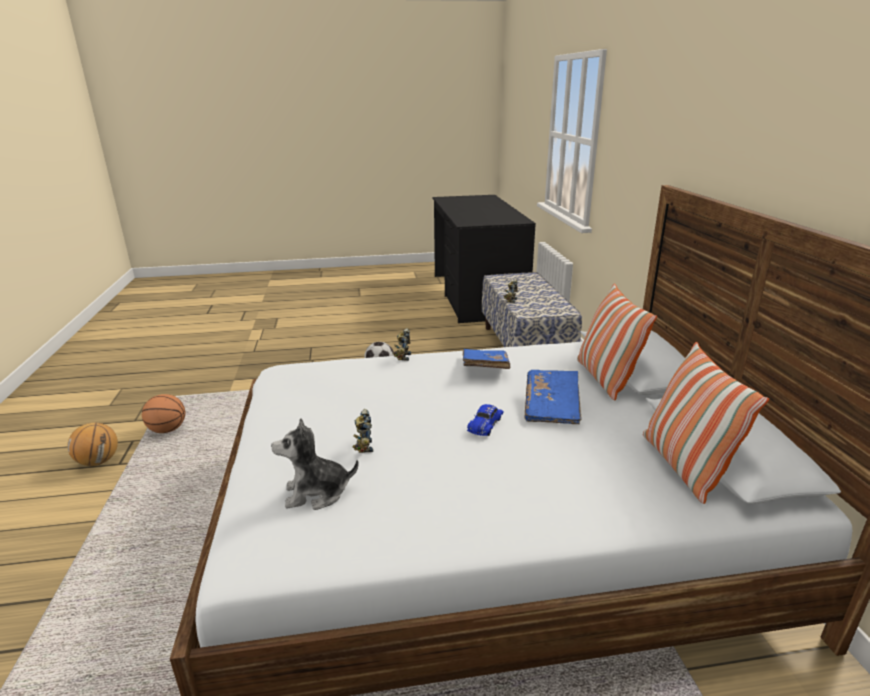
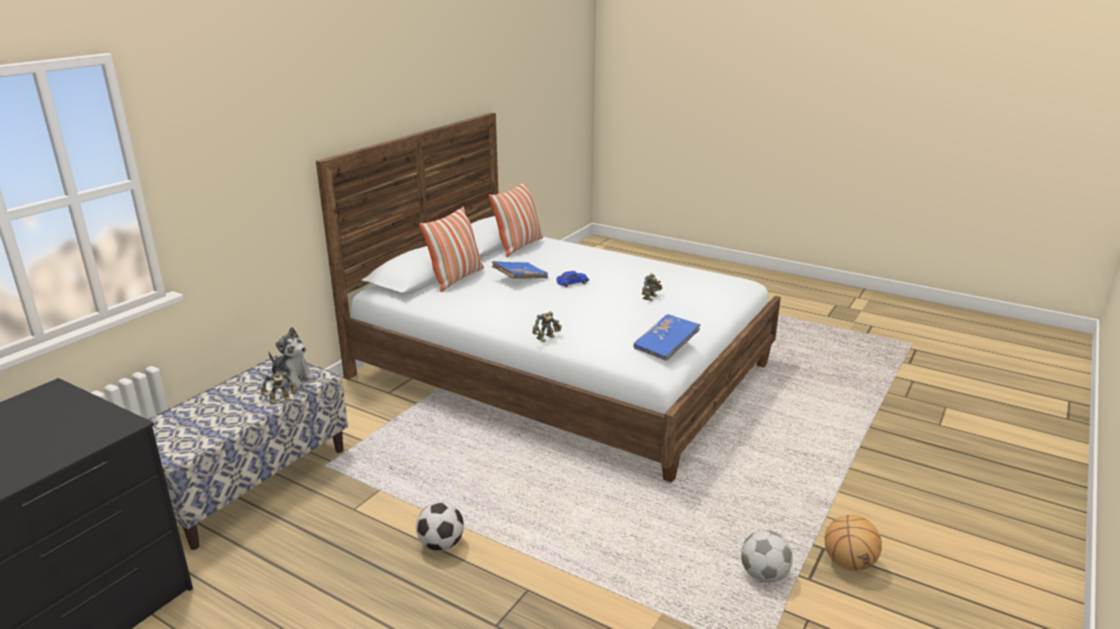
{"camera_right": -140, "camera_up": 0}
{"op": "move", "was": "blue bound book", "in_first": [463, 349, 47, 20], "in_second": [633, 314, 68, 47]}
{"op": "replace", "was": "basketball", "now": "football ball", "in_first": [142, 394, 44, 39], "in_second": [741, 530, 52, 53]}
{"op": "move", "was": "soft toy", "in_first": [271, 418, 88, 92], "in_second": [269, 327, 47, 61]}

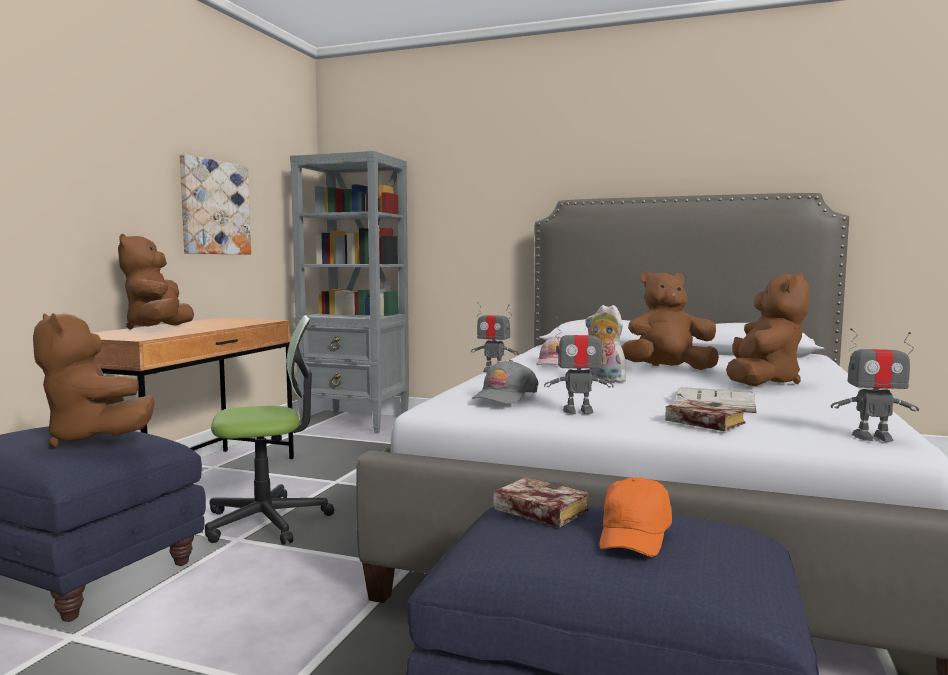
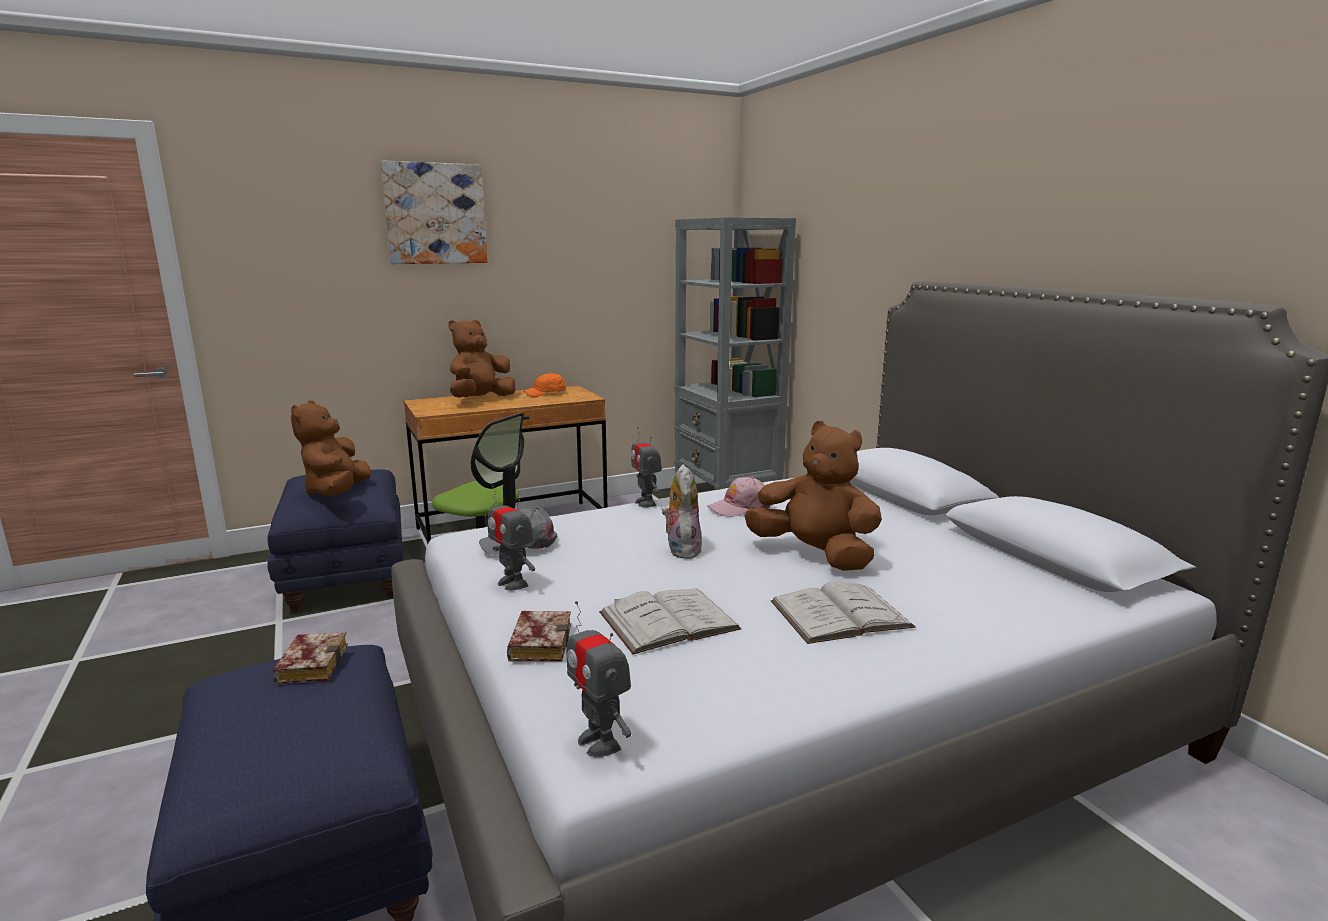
{"camera_right": 45, "camera_up": 10}
{"op": "move", "was": "wall picture", "in_first": [180, 154, 71, 101], "in_second": [380, 161, 108, 103]}
{"op": "replace", "was": "brown soft toy", "now": "white bound book", "in_first": [726, 272, 84, 114], "in_second": [771, 581, 145, 63]}
{"op": "move", "was": "orange peaked cap", "in_first": [599, 477, 73, 80], "in_second": [524, 373, 42, 24]}

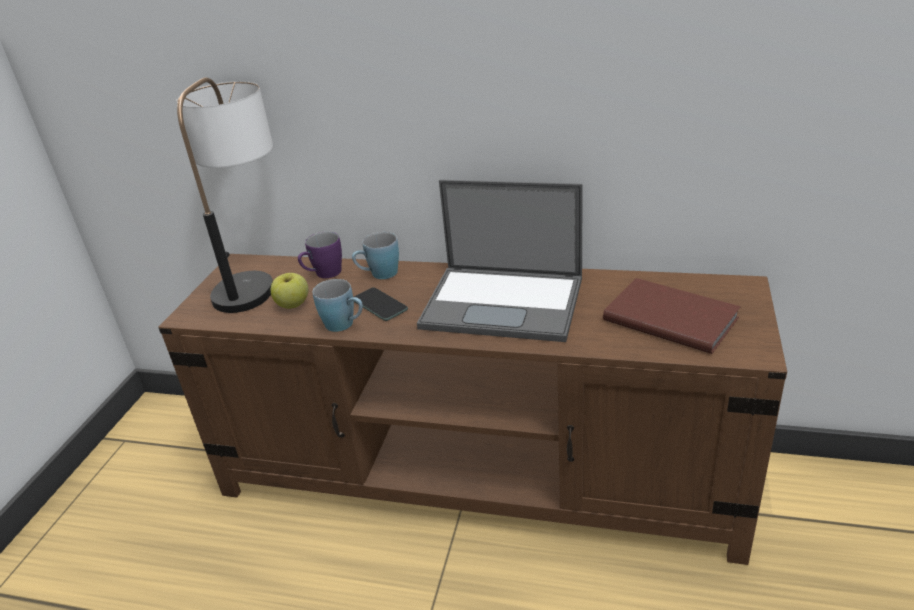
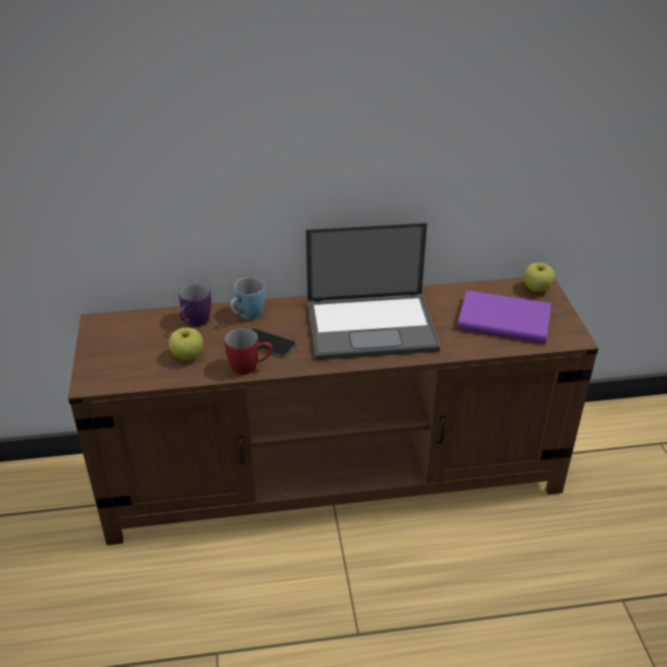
{"camera_right": -25, "camera_up": 5}
{"op": "delete", "was": "tabletop lamp", "in_first": [177, 77, 96, 236]}
{"op": "recolor", "was": "brown bound book", "now": "purple-coloured bound book", "in_first": [603, 278, 138, 76], "in_second": [457, 290, 94, 53]}
{"op": "recolor", "was": "blue tea mug", "now": "red-coloured tea mug", "in_first": [313, 279, 50, 53], "in_second": [224, 328, 48, 46]}
{"op": "insert", "now": "whole apple", "in_second": [524, 262, 31, 30]}

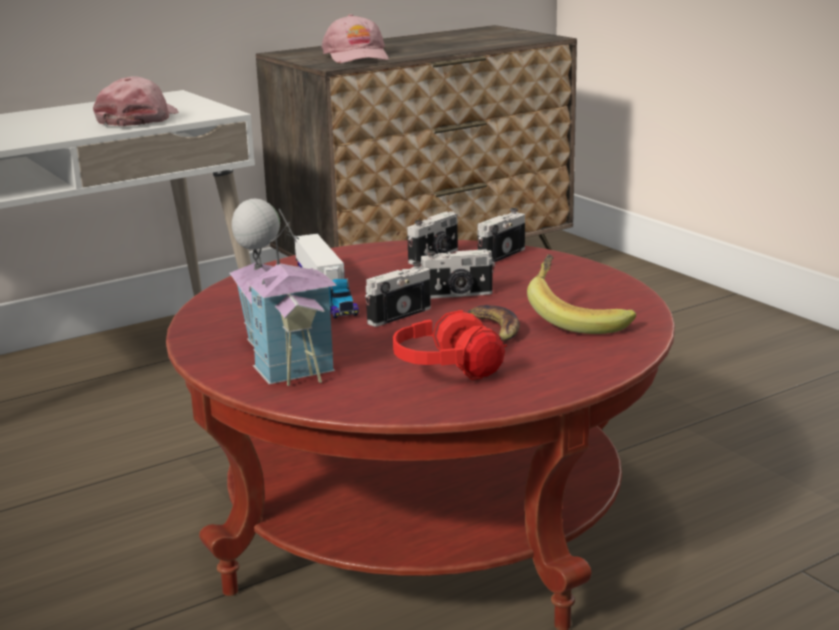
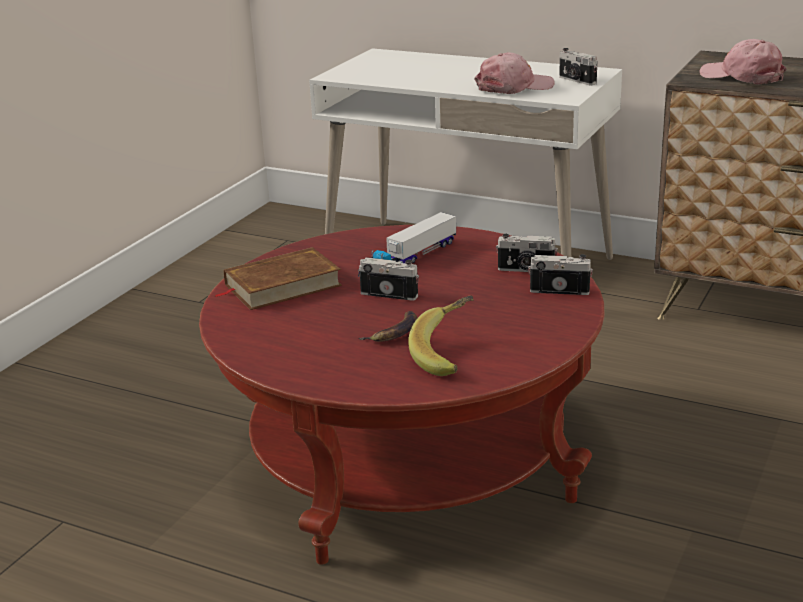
{"camera_right": 60, "camera_up": 5}
{"op": "rotate", "was": "pink-coloured peaked cap", "in_first": [321, 14, 68, 49], "in_second": [700, 39, 87, 46], "clockwise": 90}
{"op": "replace", "was": "model house", "now": "brown bound book", "in_first": [230, 199, 107, 187], "in_second": [215, 247, 127, 63]}
{"op": "move", "was": "photo camera", "in_first": [421, 249, 74, 50], "in_second": [559, 48, 38, 37]}
{"op": "delete", "was": "red-coloured headset", "in_first": [393, 310, 114, 70]}

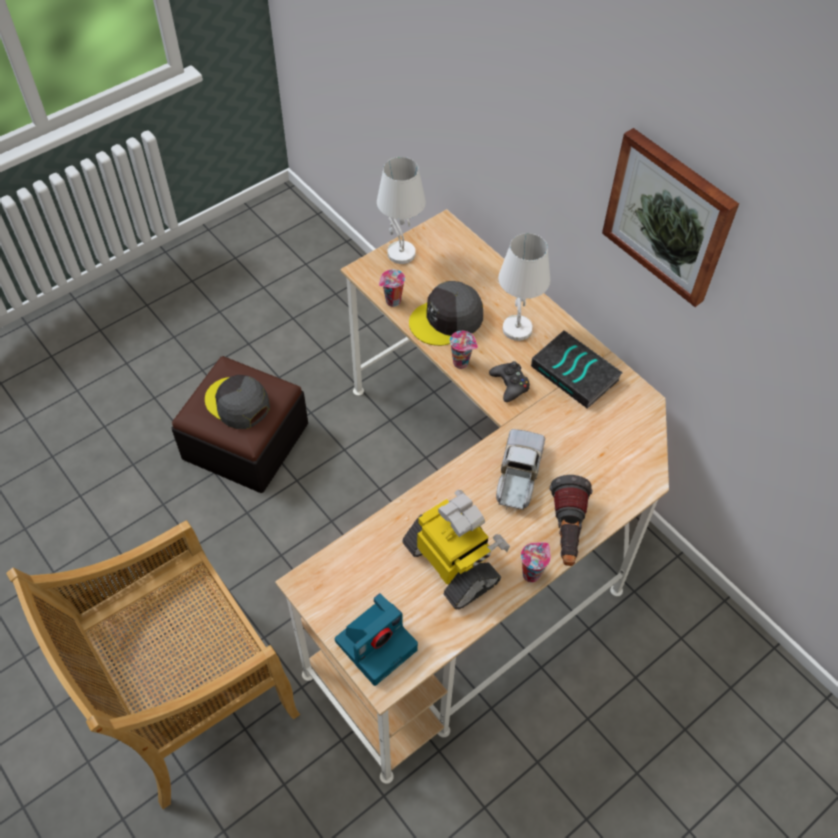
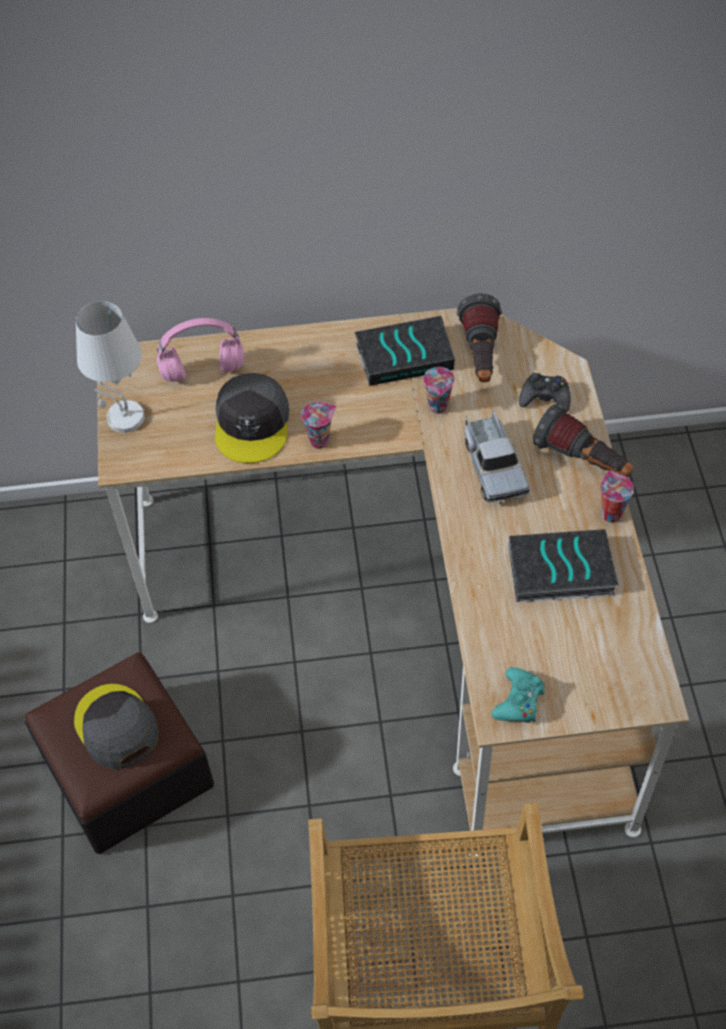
{"camera_right": -55, "camera_up": 0}
{"op": "delete", "was": "wall picture", "in_first": [602, 128, 137, 179]}
{"op": "delete", "was": "white tabletop lamp", "in_first": [498, 233, 53, 108]}
{"op": "move", "was": "small cup", "in_first": [379, 269, 26, 38], "in_second": [423, 367, 32, 47]}
{"op": "move", "was": "black-coloured game controller", "in_first": [489, 361, 41, 41], "in_second": [519, 373, 52, 39]}
{"op": "rotate", "was": "greyish peaked cap", "in_first": [205, 375, 65, 54], "in_second": [74, 684, 85, 86], "clockwise": 75}
{"op": "rotate", "was": "toy lorry", "in_first": [496, 429, 49, 82], "in_second": [464, 411, 66, 93], "clockwise": -150}
{"op": "replace", "was": "toy robot", "now": "bound book", "in_first": [402, 490, 108, 120], "in_second": [508, 529, 111, 73]}
{"op": "delete", "was": "photo camera", "in_first": [335, 593, 83, 93]}
{"op": "insert", "now": "torch", "in_second": [457, 294, 45, 88]}
{"op": "insert", "now": "pink-coloured headset", "in_second": [157, 318, 87, 64]}
{"op": "insert", "now": "turquoise-coloured game controller", "in_second": [492, 667, 53, 56]}

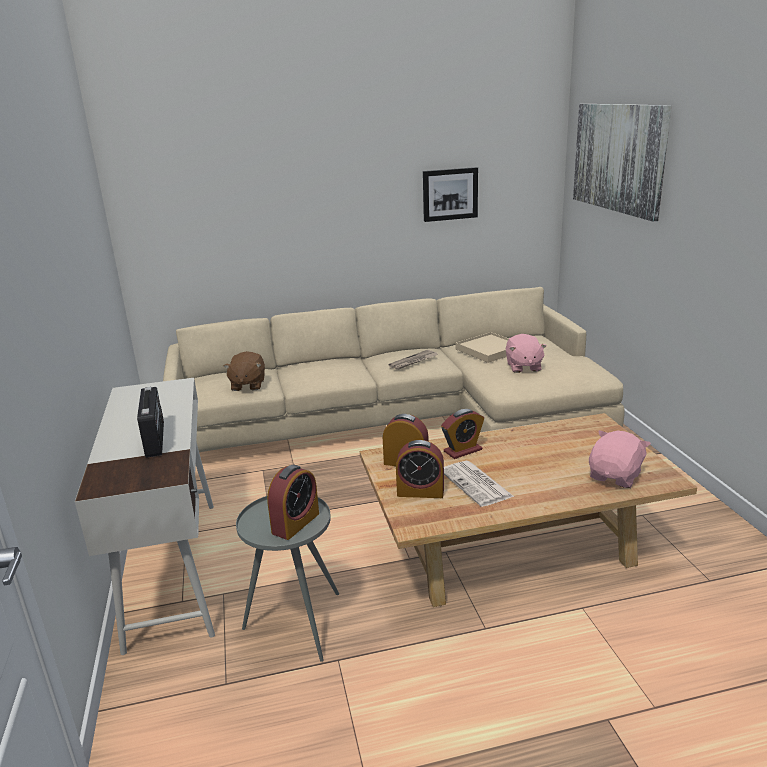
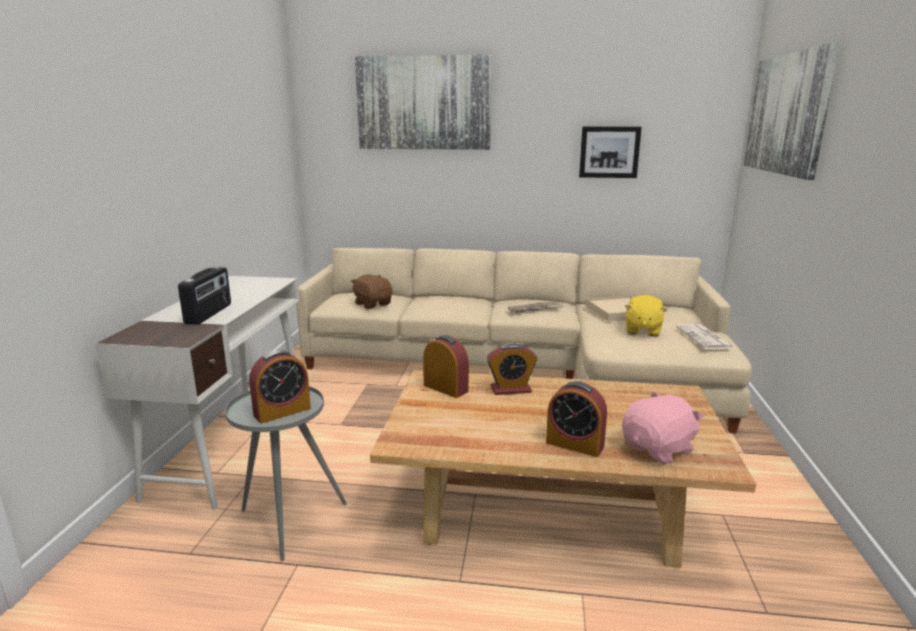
{"camera_right": 20, "camera_up": -5}
{"op": "recolor", "was": "pink-coloured soft toy", "now": "yellowish soft toy", "in_first": [506, 334, 40, 39], "in_second": [625, 295, 42, 42]}
{"op": "rotate", "was": "brown soft toy", "in_first": [224, 351, 41, 40], "in_second": [351, 274, 41, 35], "clockwise": 120}
{"op": "move", "was": "alarm clock", "in_first": [396, 440, 48, 58], "in_second": [546, 381, 61, 76]}
{"op": "move", "was": "printed paper", "in_first": [444, 461, 70, 46], "in_second": [676, 324, 58, 25]}
{"op": "insert", "now": "wall picture", "in_second": [355, 55, 137, 95]}

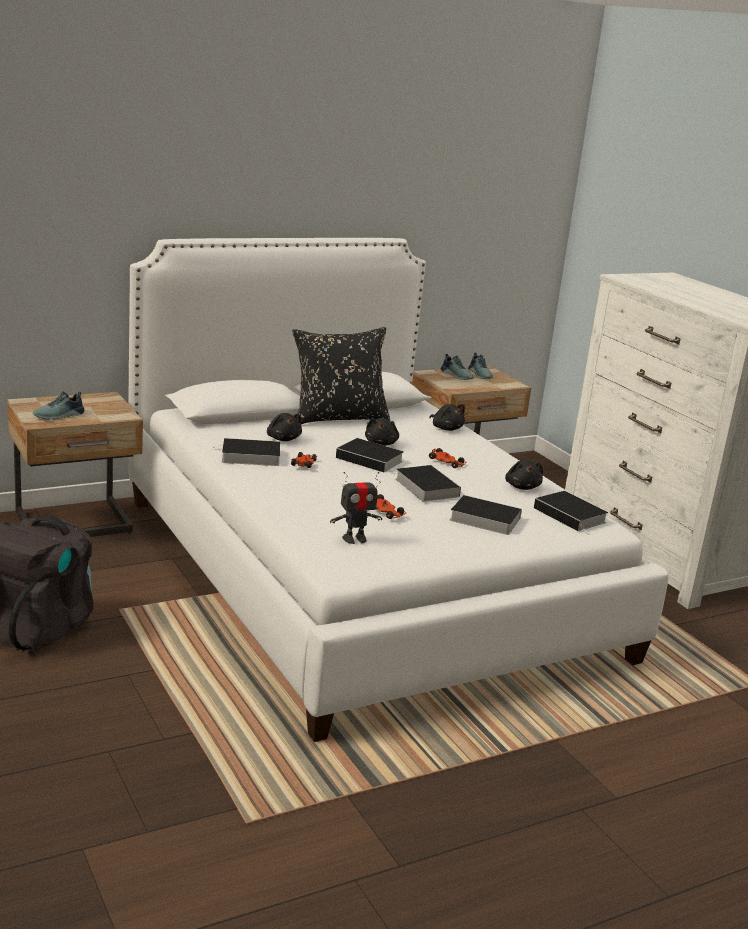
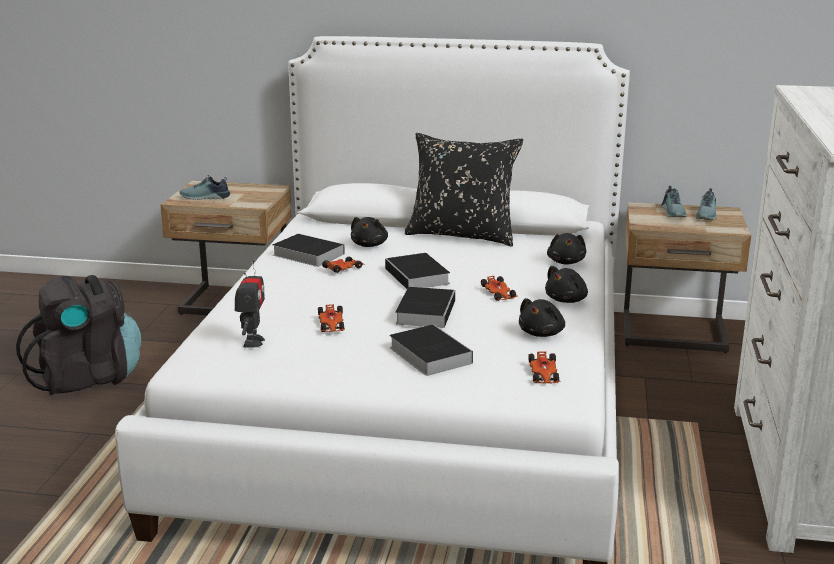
{"camera_right": 40, "camera_up": 0}
{"op": "move", "was": "black-coloured soft toy", "in_first": [365, 418, 34, 28], "in_second": [545, 266, 43, 37]}
{"op": "rotate", "was": "toy robot", "in_first": [330, 472, 52, 72], "in_second": [235, 260, 30, 88], "clockwise": -105}
{"op": "replace", "was": "bound book", "now": "toy car", "in_first": [534, 491, 74, 44], "in_second": [528, 352, 32, 32]}

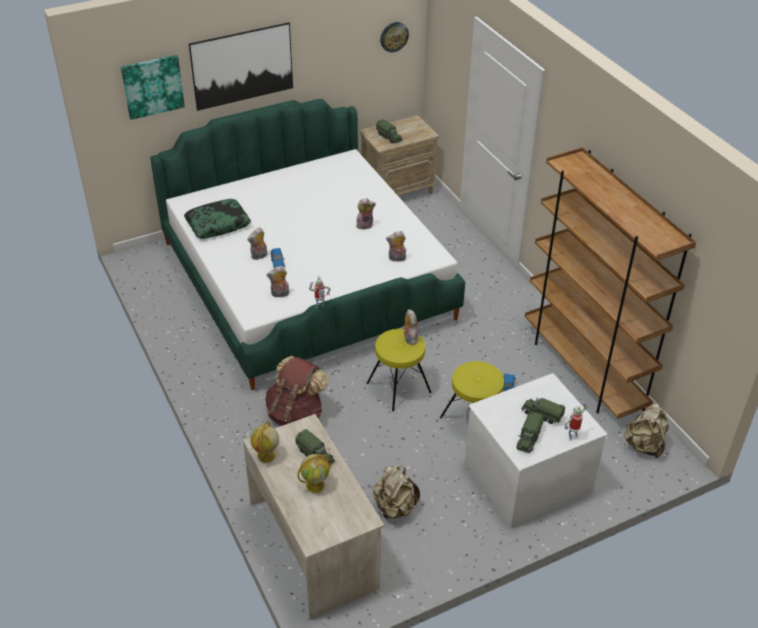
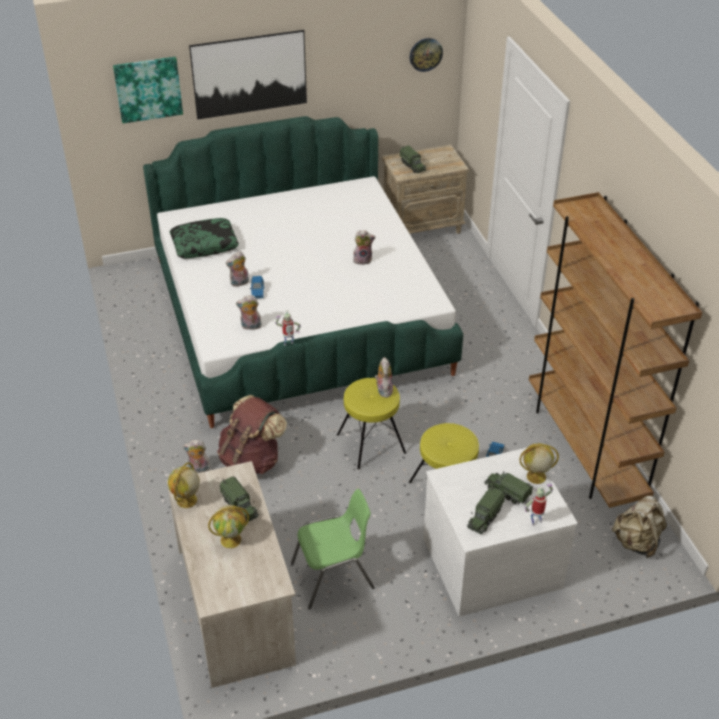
{"camera_right": 10, "camera_up": 0}
{"op": "move", "was": "soft toy", "in_first": [386, 231, 20, 31], "in_second": [183, 440, 27, 33]}
{"op": "replace", "was": "beige rucksack", "now": "green upright chair", "in_first": [373, 465, 47, 54], "in_second": [291, 489, 84, 120]}
{"op": "insert", "now": "world globe", "in_second": [520, 443, 39, 41]}

